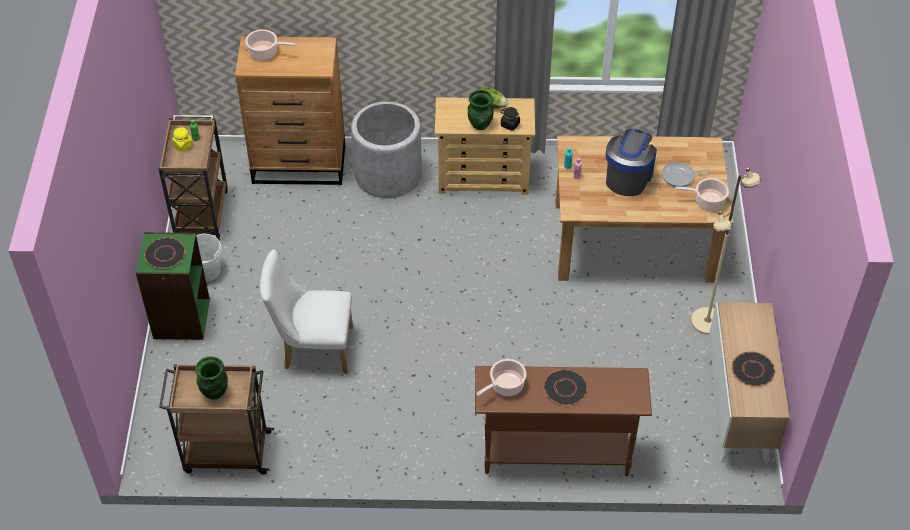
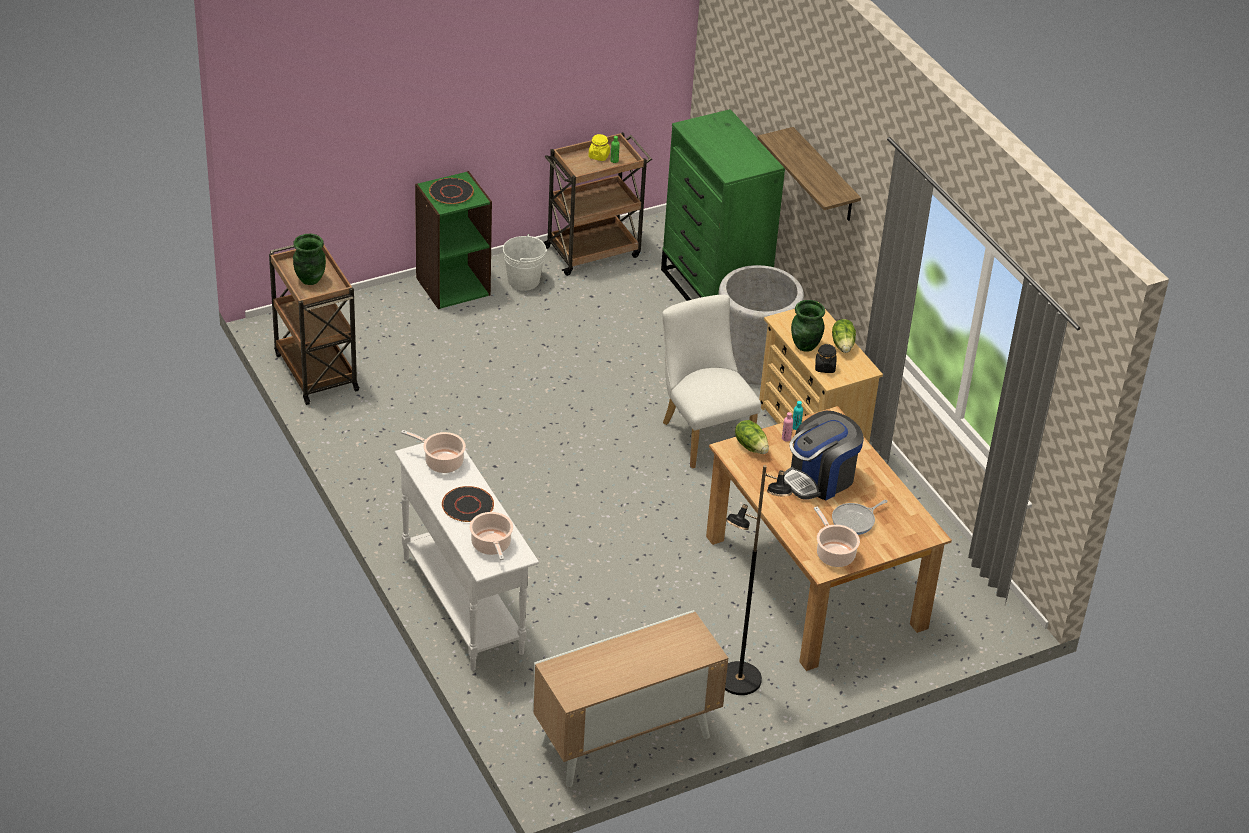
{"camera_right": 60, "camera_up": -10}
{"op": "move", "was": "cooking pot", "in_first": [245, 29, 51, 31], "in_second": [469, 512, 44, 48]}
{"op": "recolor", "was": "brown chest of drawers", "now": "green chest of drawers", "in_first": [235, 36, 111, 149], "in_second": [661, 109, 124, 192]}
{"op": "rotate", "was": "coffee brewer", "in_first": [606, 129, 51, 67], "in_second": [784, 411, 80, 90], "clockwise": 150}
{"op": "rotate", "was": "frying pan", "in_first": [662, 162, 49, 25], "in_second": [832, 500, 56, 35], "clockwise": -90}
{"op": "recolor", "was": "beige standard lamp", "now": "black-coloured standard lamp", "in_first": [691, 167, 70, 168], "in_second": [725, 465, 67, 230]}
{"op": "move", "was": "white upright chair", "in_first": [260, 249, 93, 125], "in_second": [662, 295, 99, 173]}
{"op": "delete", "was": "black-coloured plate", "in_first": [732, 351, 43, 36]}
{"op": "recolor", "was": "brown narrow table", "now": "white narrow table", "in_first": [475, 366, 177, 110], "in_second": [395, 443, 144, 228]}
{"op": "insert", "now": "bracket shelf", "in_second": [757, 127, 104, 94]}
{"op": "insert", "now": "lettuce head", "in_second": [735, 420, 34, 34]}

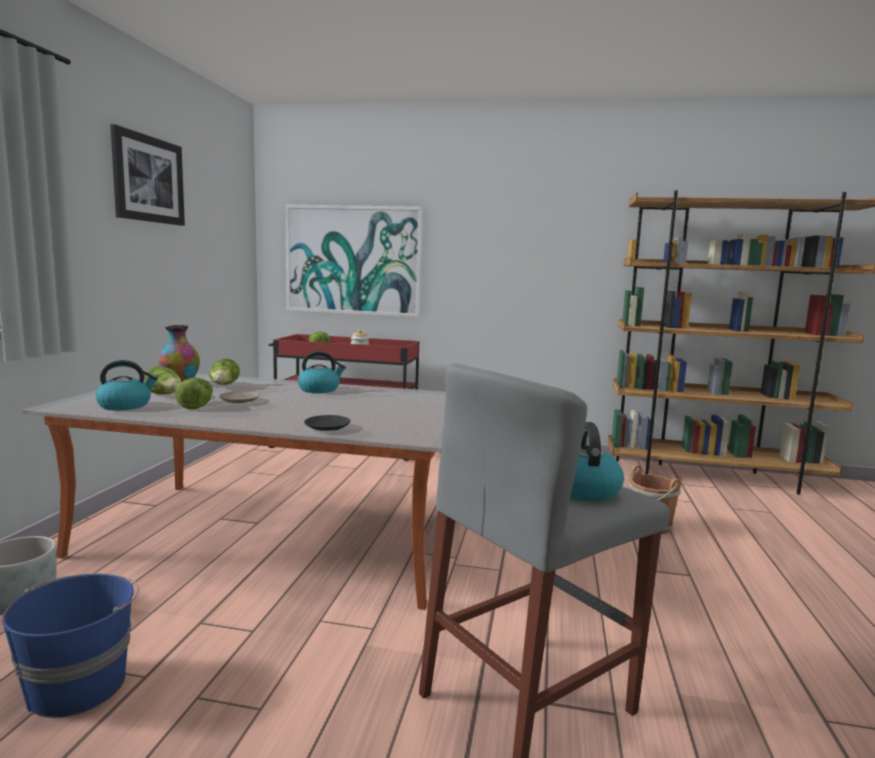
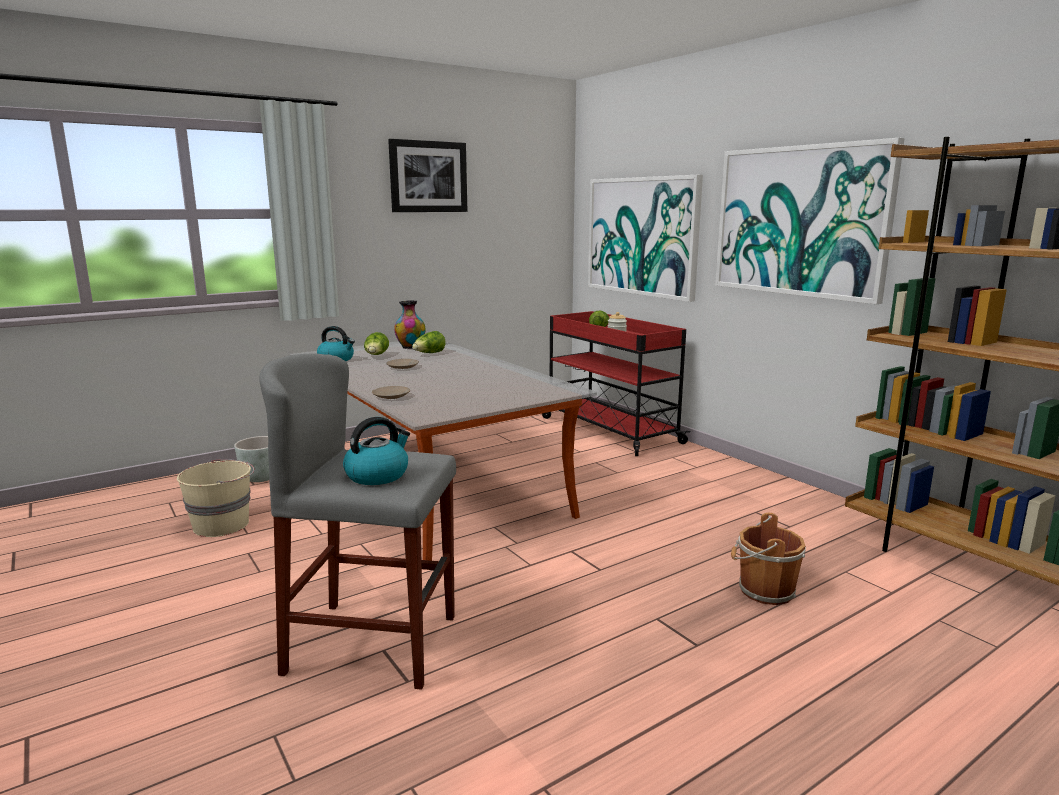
{"camera_right": 45, "camera_up": 5}
{"op": "delete", "was": "kettle", "in_first": [298, 351, 48, 42]}
{"op": "delete", "was": "lettuce head", "in_first": [175, 377, 38, 33]}
{"op": "recolor", "was": "black-coloured plate", "now": "beige plate", "in_first": [304, 415, 47, 16], "in_second": [372, 386, 38, 13]}
{"op": "recolor", "was": "blue bucket", "now": "beige bucket", "in_first": [2, 573, 137, 145], "in_second": [177, 459, 77, 78]}
{"op": "insert", "now": "wall picture", "in_second": [715, 138, 190, 166]}

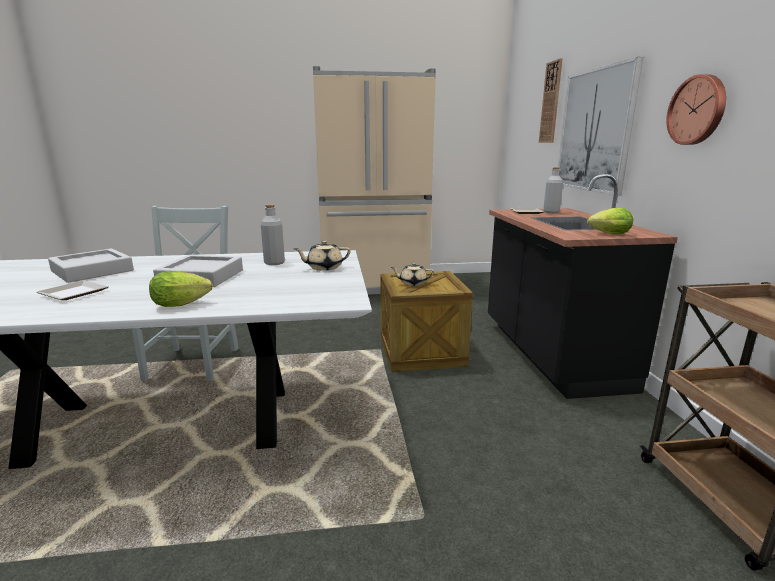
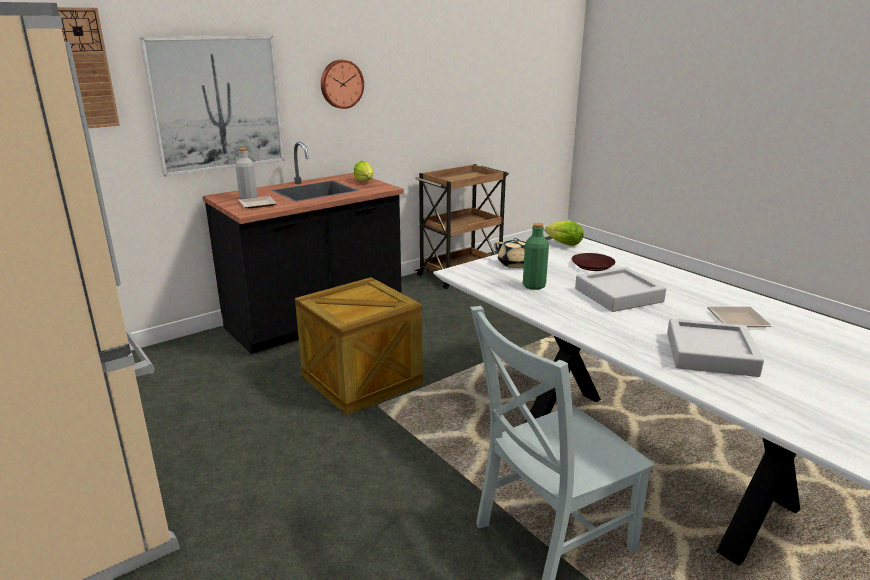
{"camera_right": -120, "camera_up": 5}
{"op": "recolor", "was": "greyish bottle", "now": "green bottle", "in_first": [261, 204, 24, 61], "in_second": [523, 223, 26, 67]}
{"op": "delete", "was": "beige tea pot", "in_first": [391, 263, 43, 23]}
{"op": "move", "was": "lettuce head", "in_first": [149, 271, 64, 36], "in_second": [545, 220, 38, 26]}
{"op": "insert", "now": "brown plate", "in_second": [572, 253, 44, 18]}

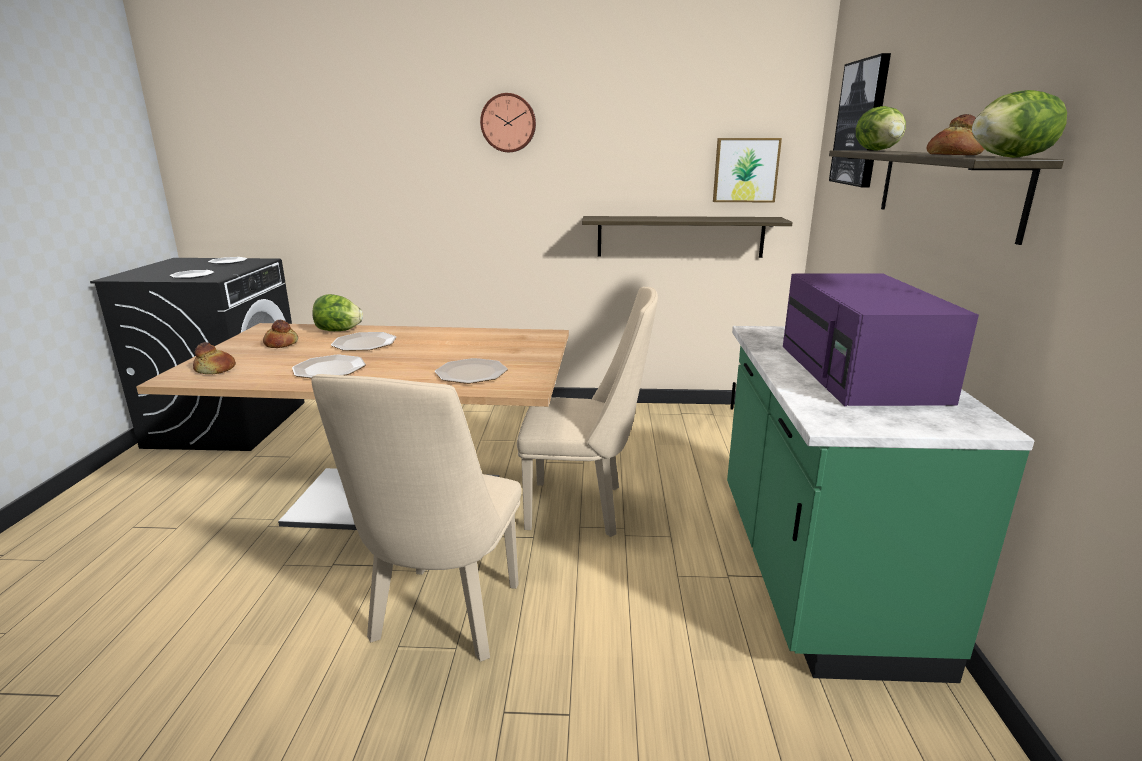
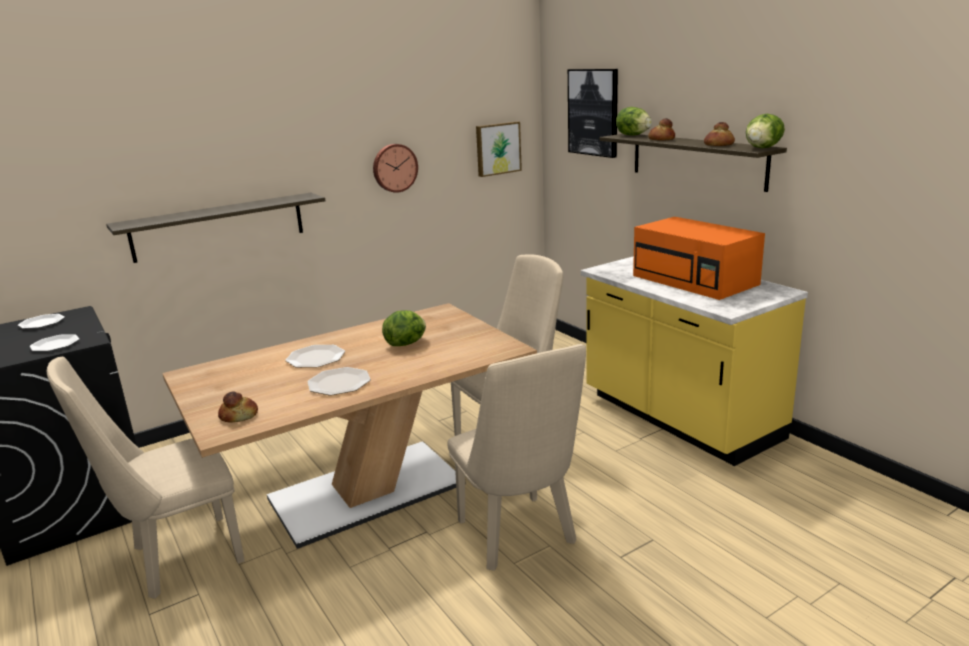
{"camera_right": -35, "camera_up": 0}
{"op": "move", "was": "hanging clock", "in_first": [480, 93, 56, 59], "in_second": [373, 144, 45, 49]}
{"op": "move", "was": "bracket shelf", "in_first": [582, 216, 211, 42], "in_second": [106, 193, 219, 70]}
{"op": "recolor", "was": "purple-coloured kitchen microwave", "now": "orange kitchen microwave", "in_first": [783, 273, 196, 133], "in_second": [633, 217, 132, 83]}
{"op": "move", "was": "lettuce head", "in_first": [312, 294, 51, 37], "in_second": [382, 310, 44, 36]}
{"op": "move", "was": "baked bread", "in_first": [263, 320, 35, 28], "in_second": [648, 118, 27, 23]}
{"op": "recolor", "was": "green counter", "now": "yellowish counter", "in_first": [727, 326, 307, 357], "in_second": [581, 256, 227, 210]}
{"op": "delete", "was": "plate", "in_first": [435, 358, 73, 26]}
{"op": "insert", "now": "beige upright chair", "in_second": [47, 357, 198, 242]}

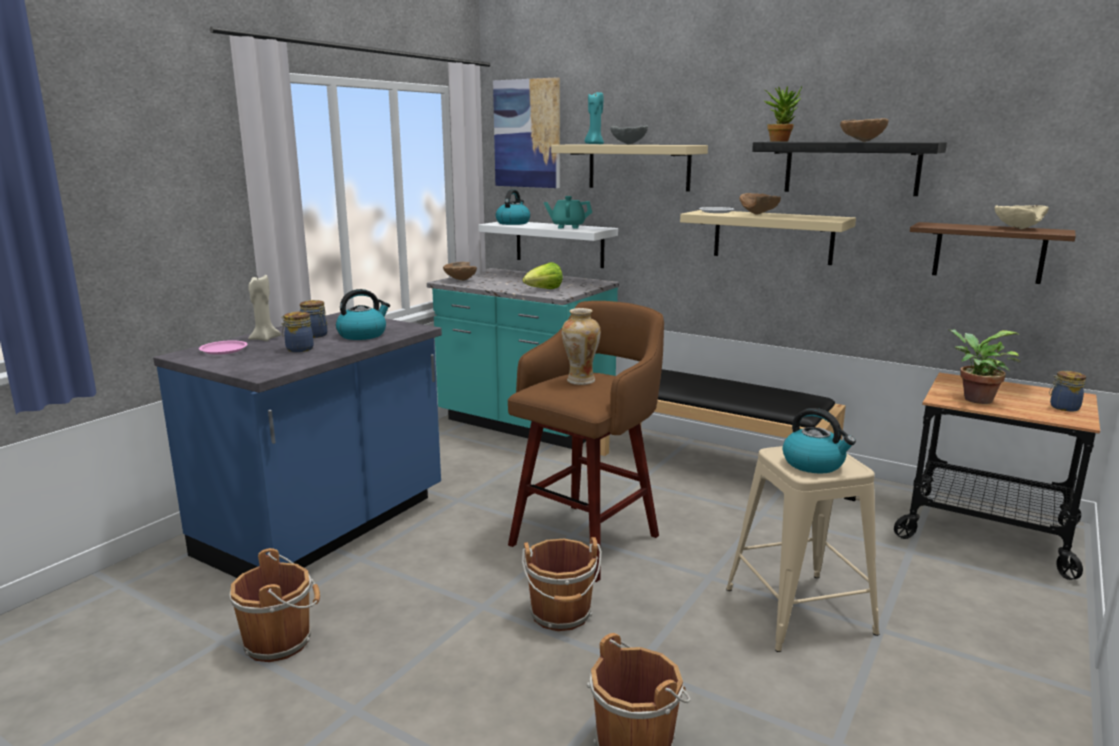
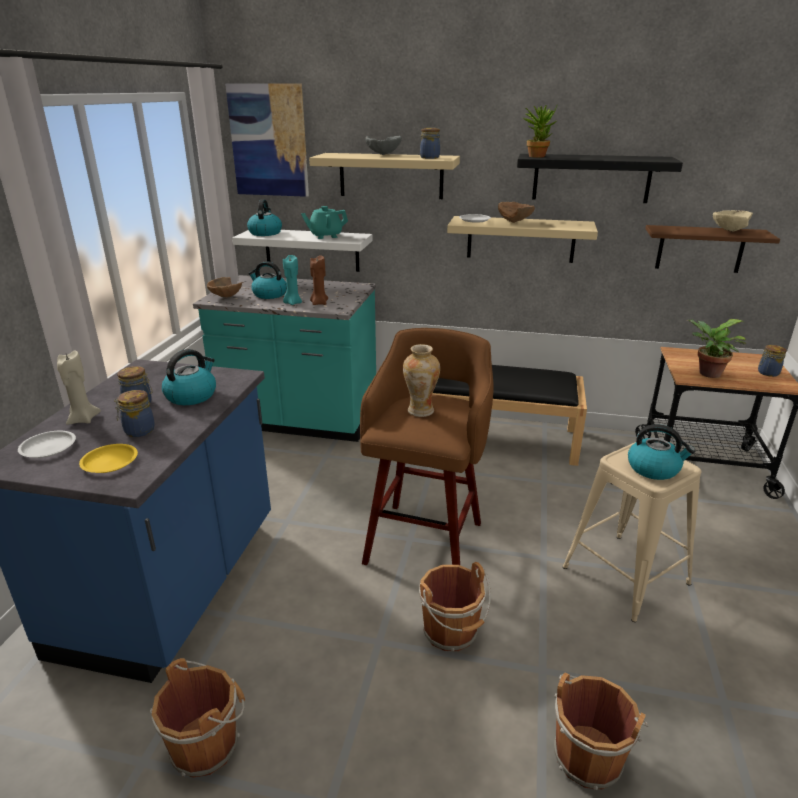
{"camera_right": -20, "camera_up": 10}
{"op": "move", "was": "turquoise-coloured wax light", "in_first": [585, 92, 19, 52], "in_second": [283, 255, 19, 50]}
{"op": "delete", "was": "brown bowl", "in_first": [840, 118, 49, 24]}
{"op": "replace", "was": "lettuce head", "now": "brown wax light", "in_first": [522, 262, 41, 27], "in_second": [310, 255, 18, 50]}
{"op": "recolor", "was": "pink-coloured plate", "now": "white plate", "in_first": [199, 340, 49, 15], "in_second": [18, 431, 58, 27]}
{"op": "insert", "now": "preserve jar", "in_second": [420, 128, 20, 31]}
{"op": "insert", "now": "kettle", "in_second": [248, 261, 39, 38]}
{"op": "insert", "now": "yellowish plate", "in_second": [79, 444, 59, 29]}

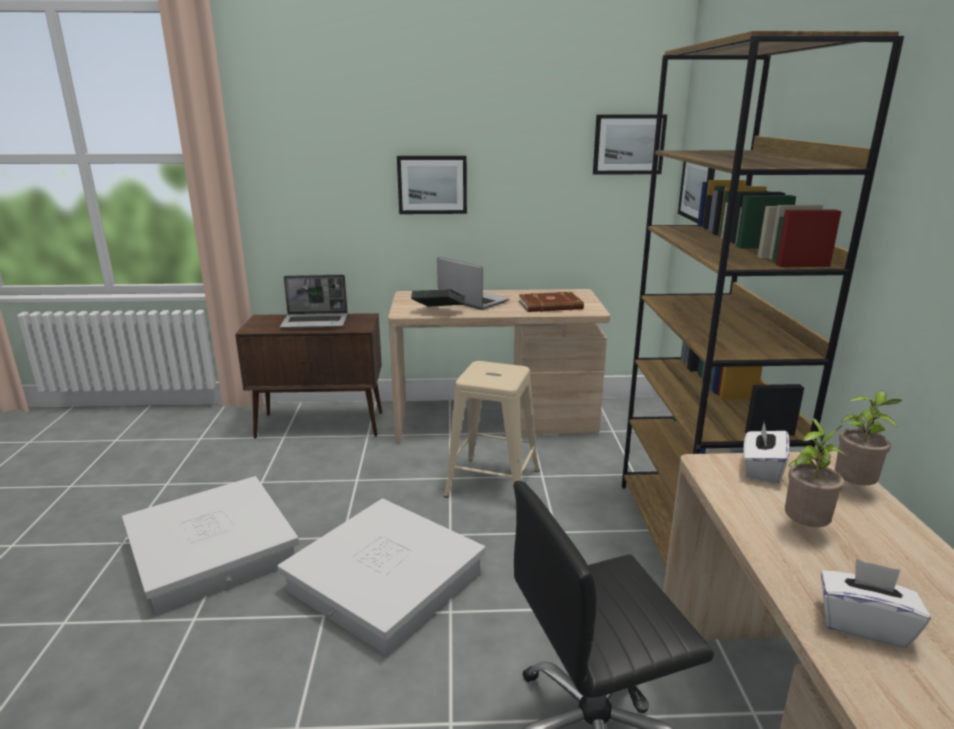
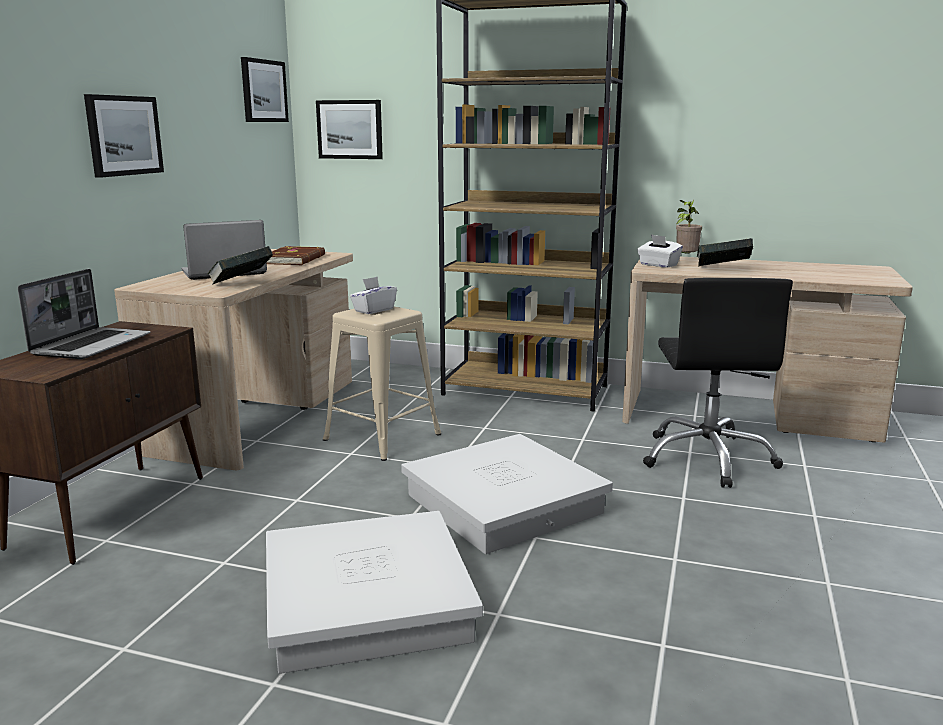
{"camera_right": -70, "camera_up": -5}
{"op": "replace", "was": "plant in a pot", "now": "bound book", "in_first": [785, 418, 62, 109], "in_second": [697, 238, 56, 28]}
{"op": "move", "was": "white box of tissues", "in_first": [821, 559, 110, 90], "in_second": [350, 277, 47, 37]}

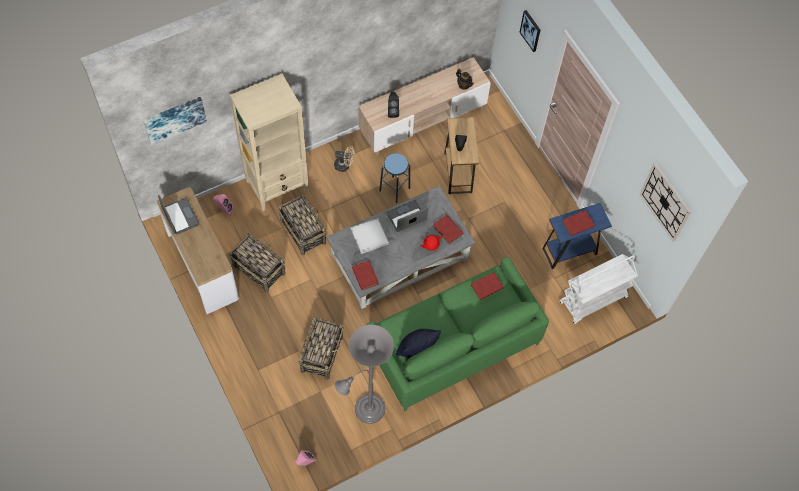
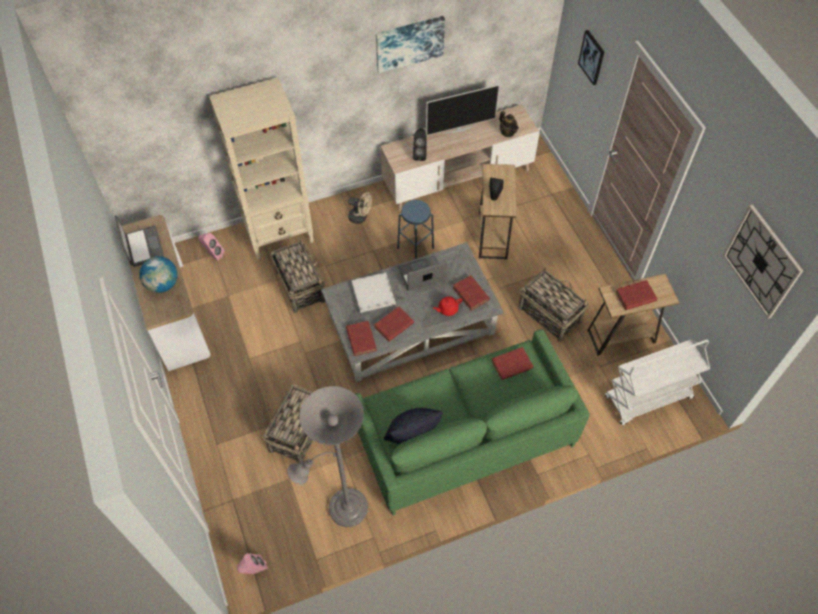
{"camera_right": 10, "camera_up": -5}
{"op": "move", "was": "wall picture", "in_first": [143, 97, 64, 48], "in_second": [376, 16, 69, 57]}
{"op": "recolor", "was": "blue side table", "now": "brown side table", "in_first": [542, 203, 70, 66], "in_second": [587, 274, 92, 82]}
{"op": "move", "was": "storage basket", "in_first": [229, 233, 56, 60], "in_second": [518, 267, 71, 75]}
{"op": "insert", "now": "television", "in_second": [426, 84, 74, 52]}
{"op": "insert", "now": "world globe", "in_second": [139, 256, 39, 37]}
{"op": "insert", "now": "red-coloured bound book", "in_second": [374, 306, 40, 36]}

